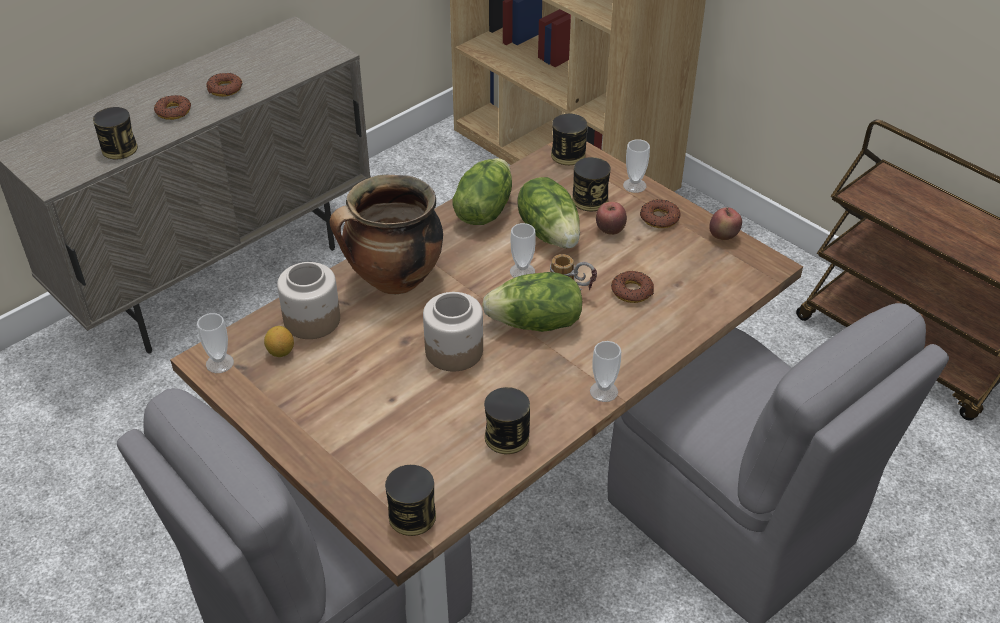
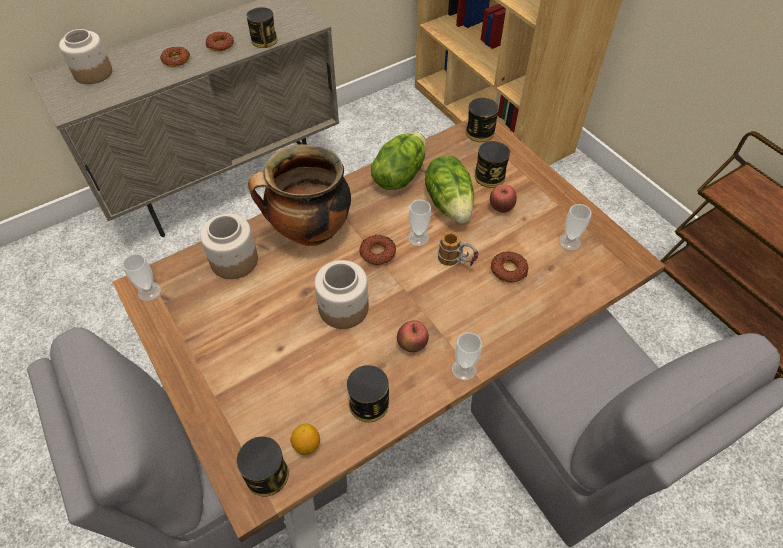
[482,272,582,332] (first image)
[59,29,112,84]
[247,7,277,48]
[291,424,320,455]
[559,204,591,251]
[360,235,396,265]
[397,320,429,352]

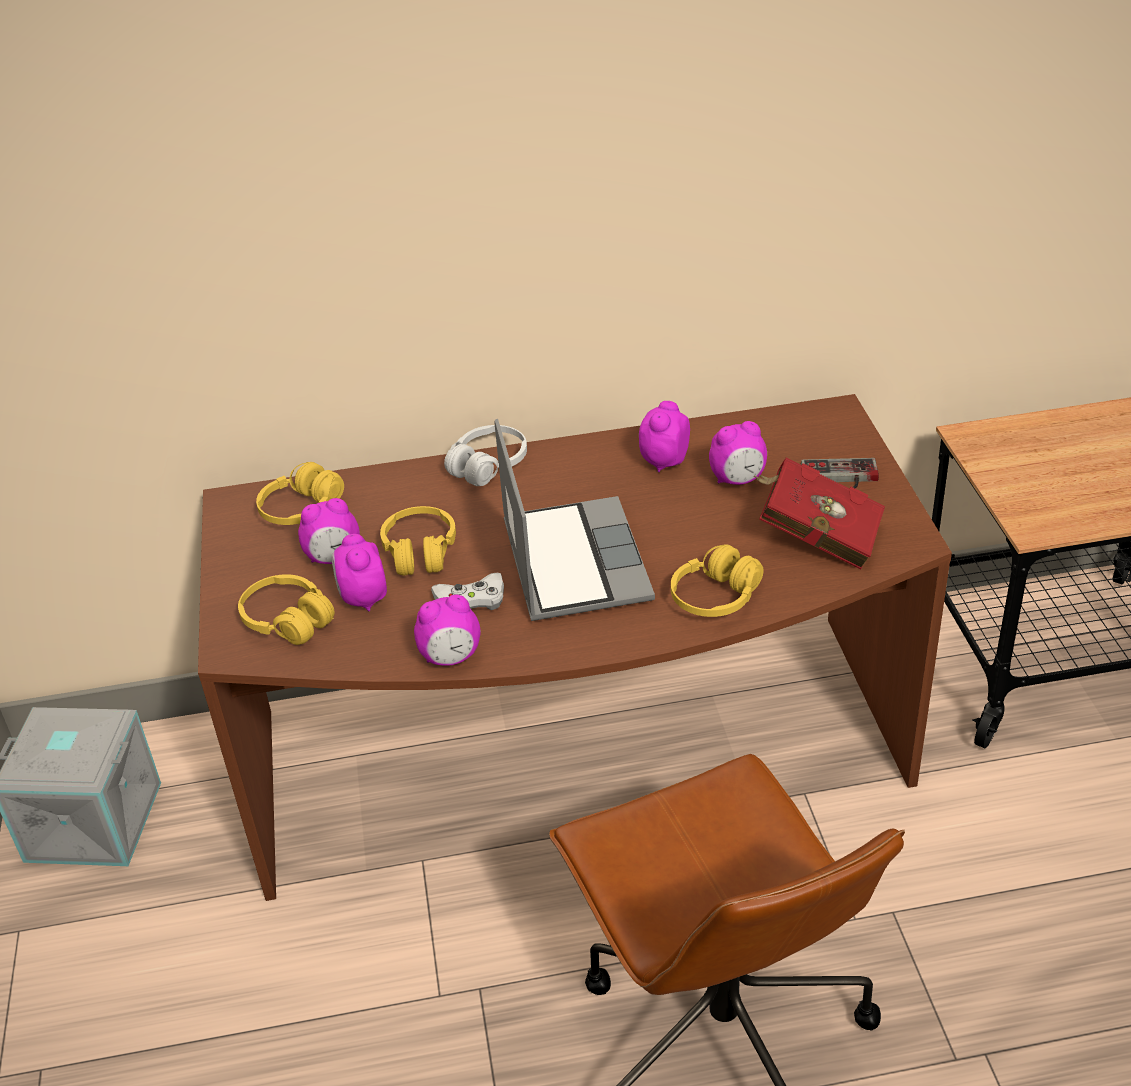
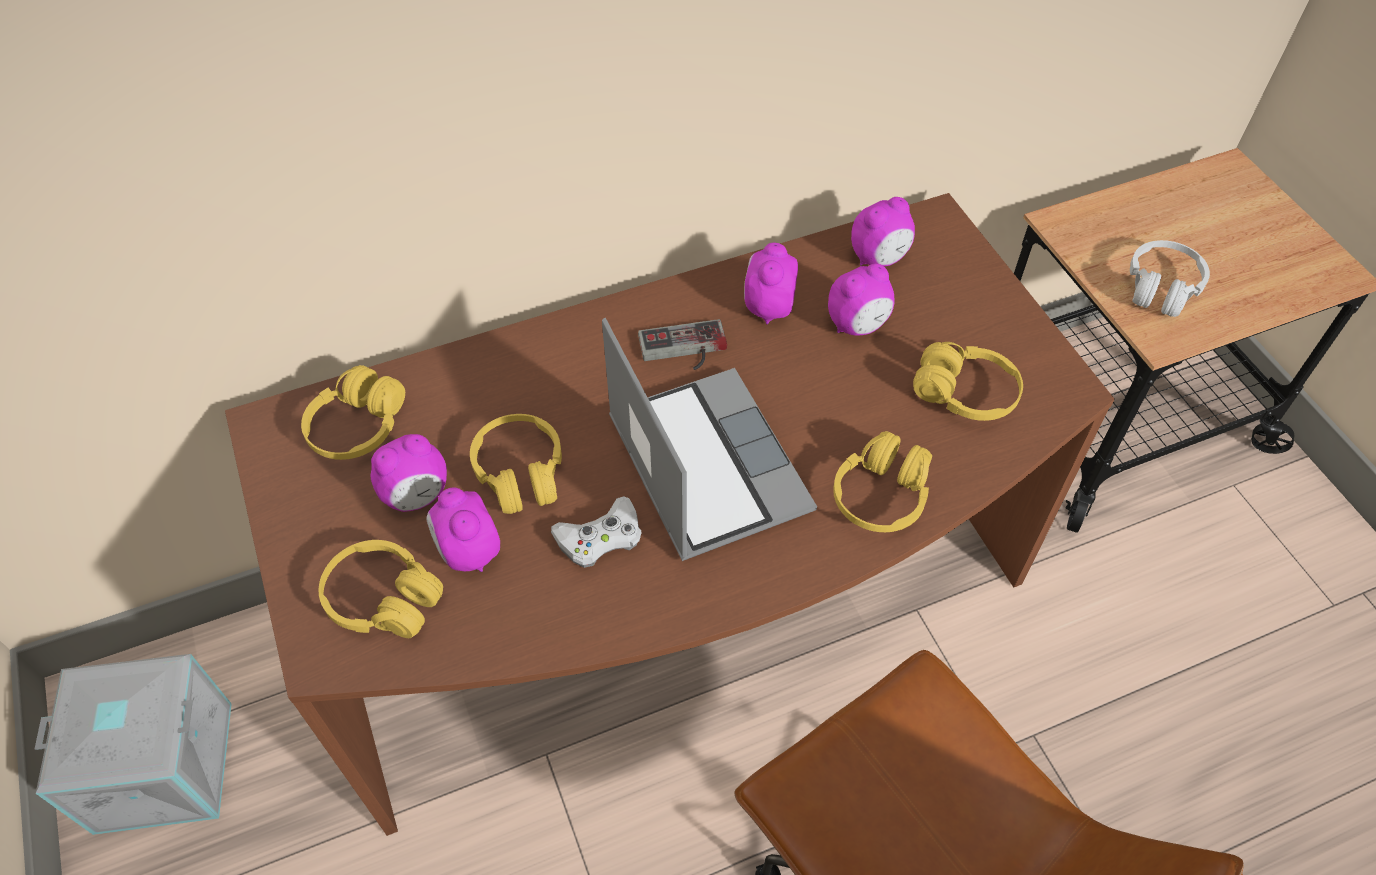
[851,197,915,266]
[1130,240,1210,317]
[638,319,727,370]
[913,342,1023,421]

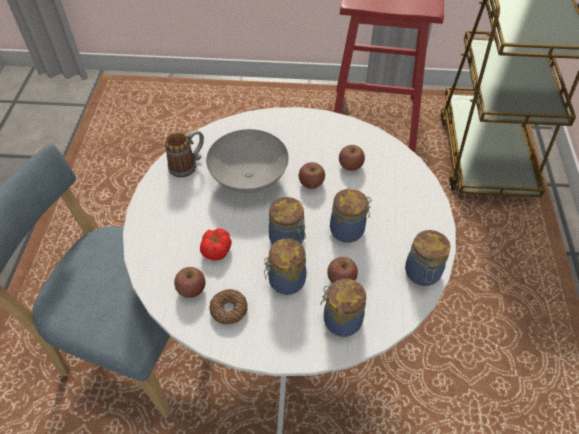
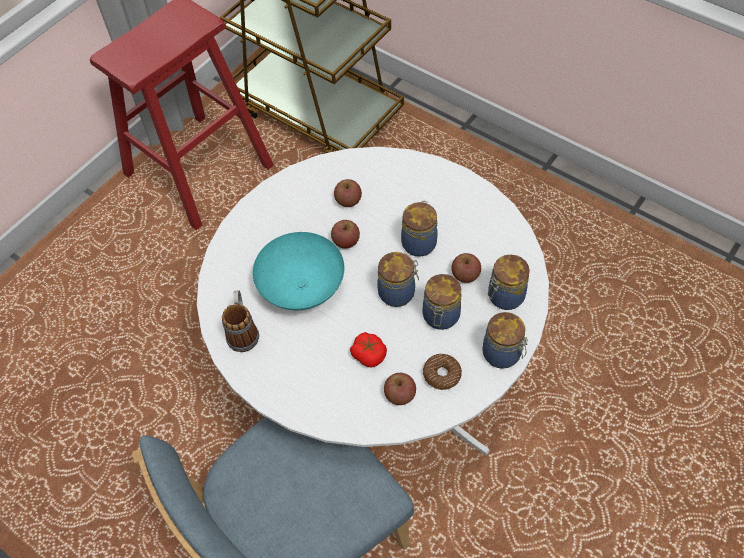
[482,312,528,369]
[253,232,345,310]

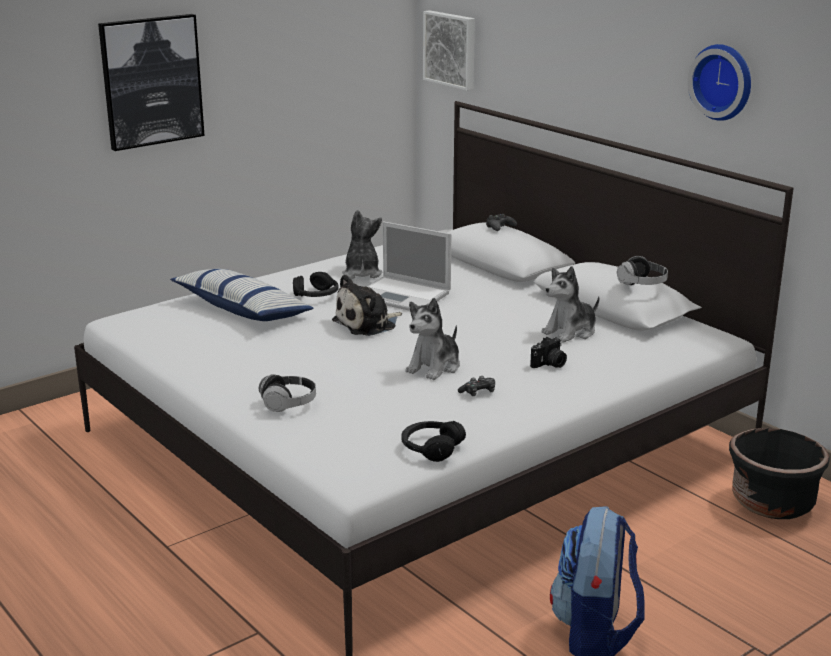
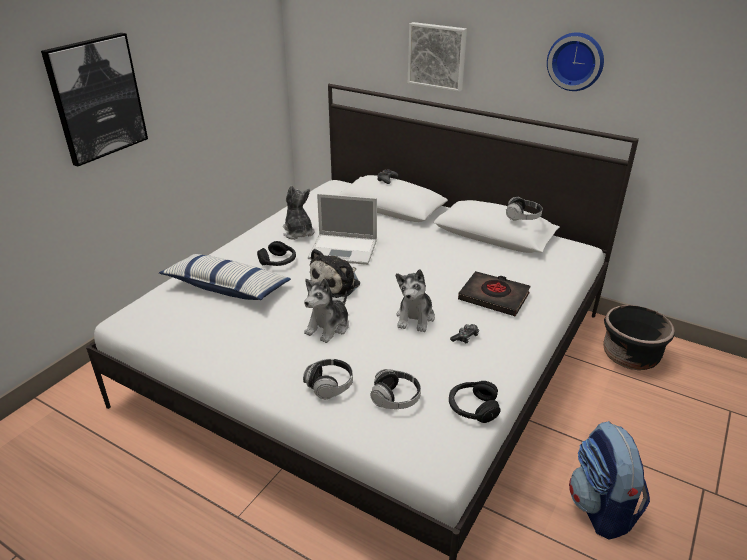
[371,369,421,409]
[408,22,467,92]
[304,279,349,343]
[458,271,530,317]

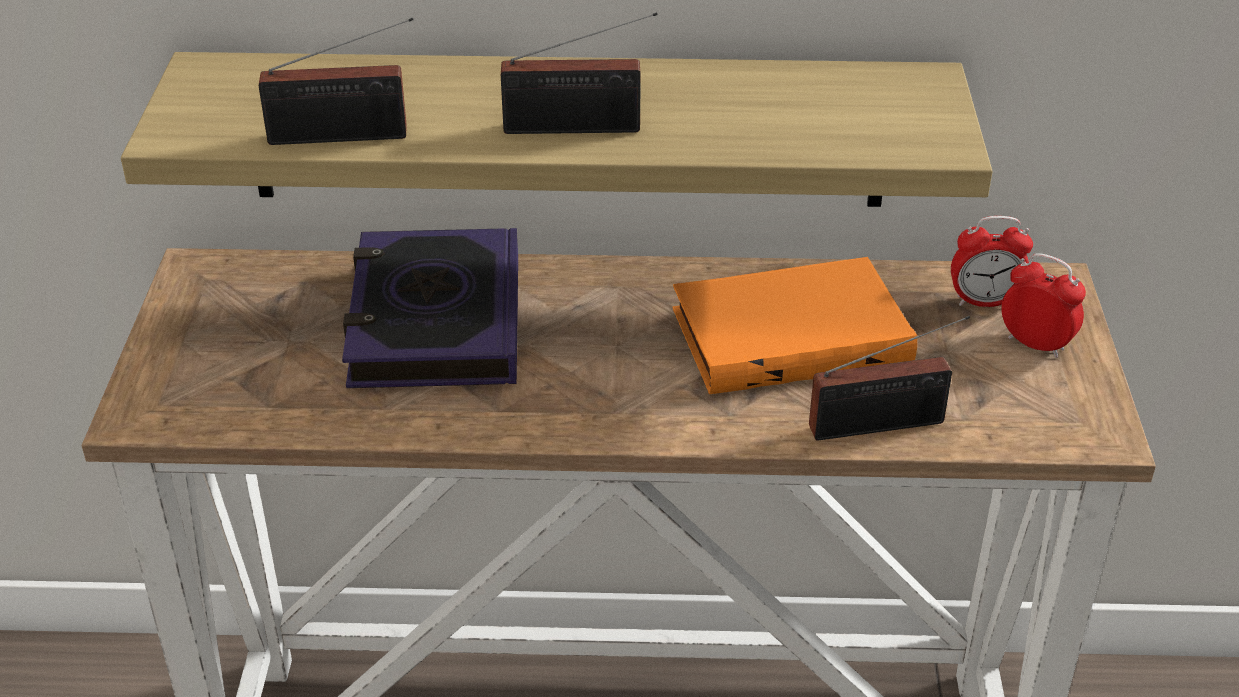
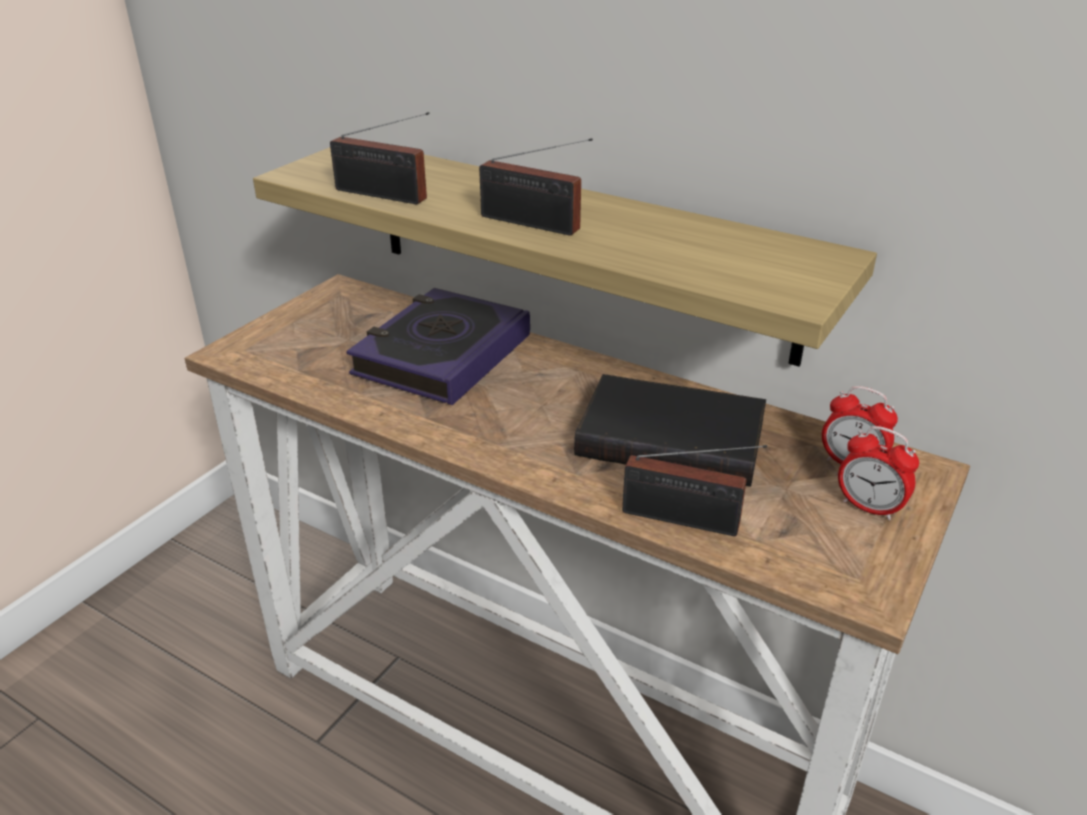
[574,374,766,487]
[838,426,919,520]

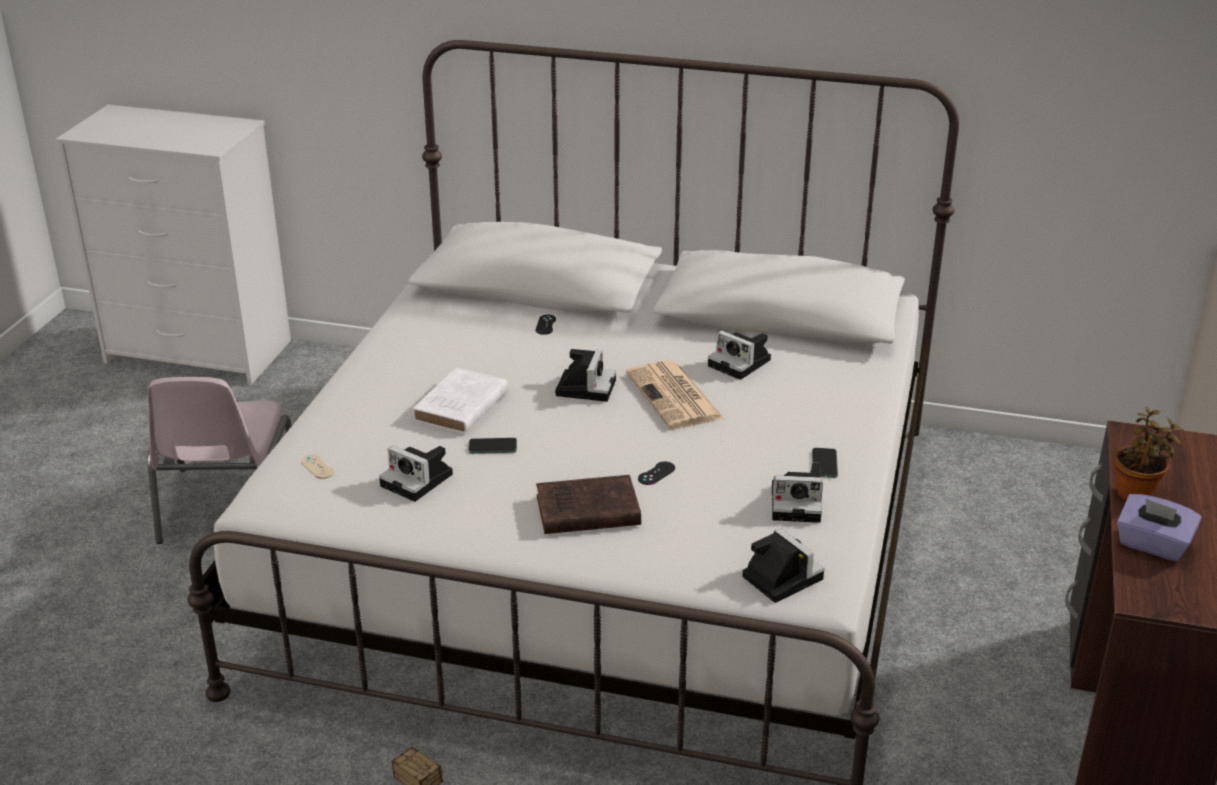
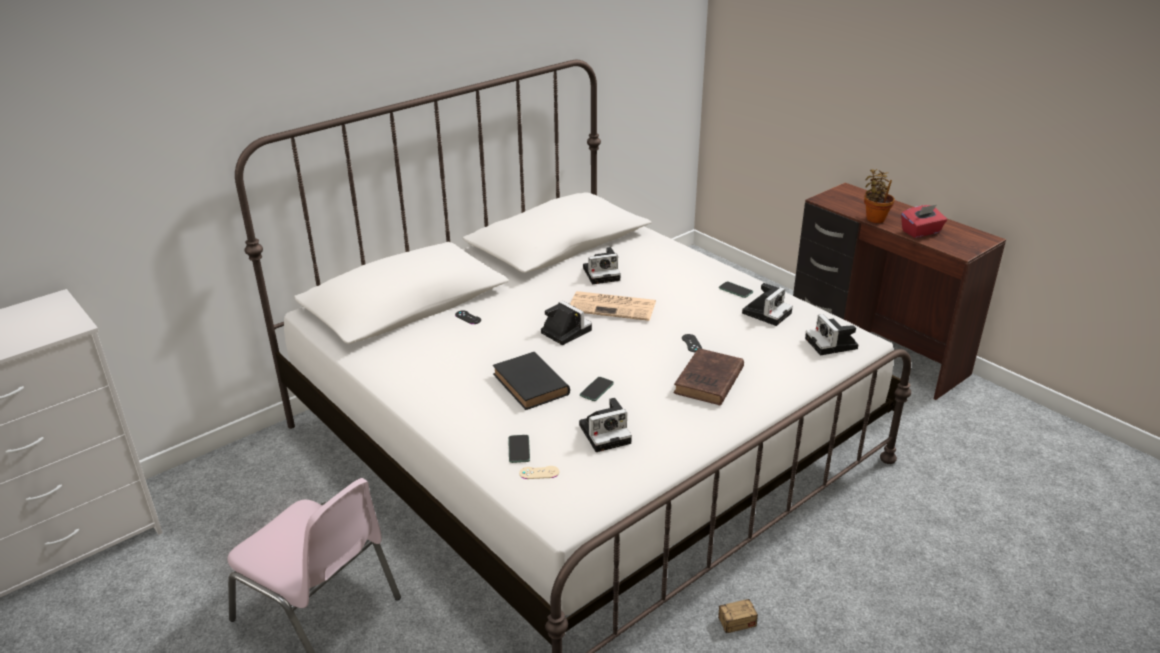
[508,435,530,463]
[493,352,570,410]
[901,205,947,238]
[805,314,859,355]

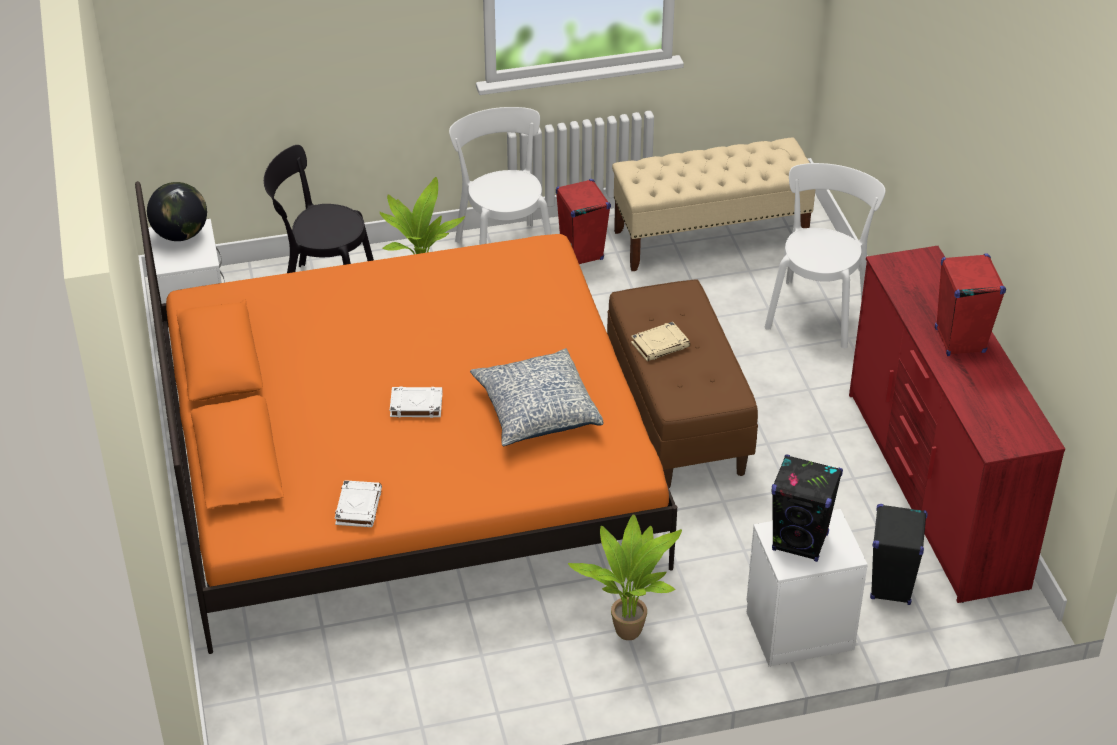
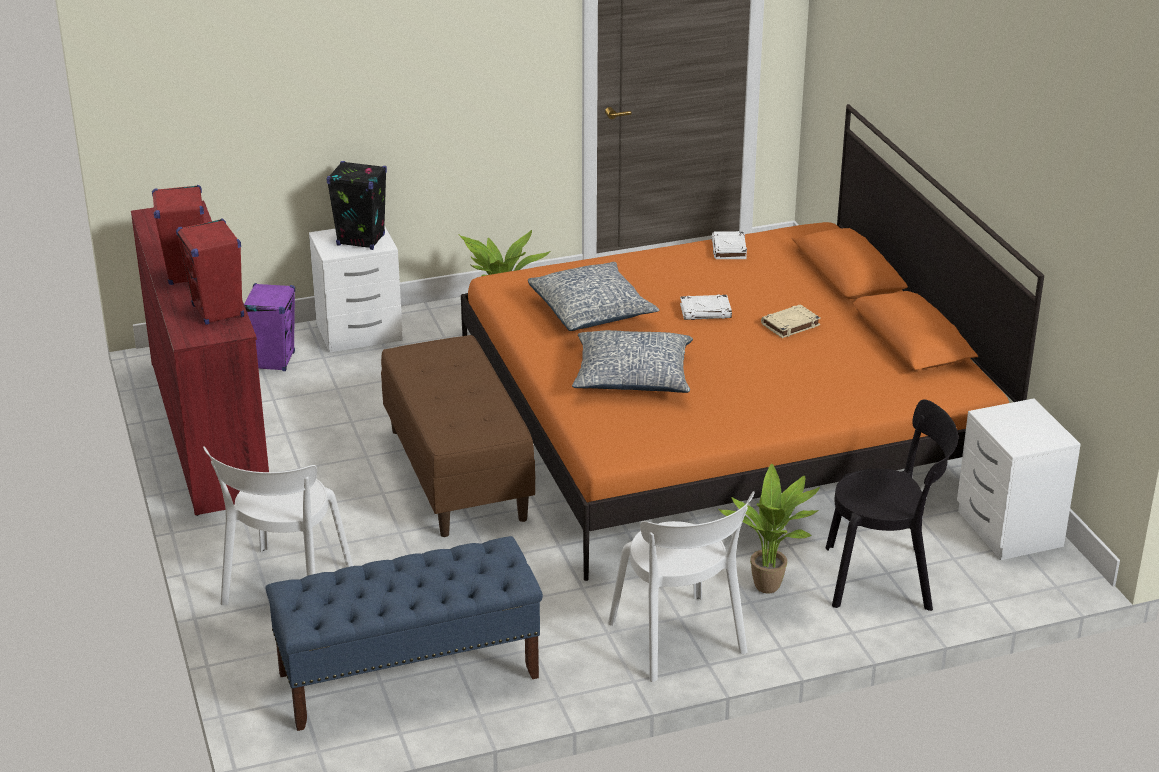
[147,182,207,241] (first image)
[572,330,693,393]
[176,218,244,325]
[761,304,821,338]
[266,536,543,731]
[244,283,295,371]

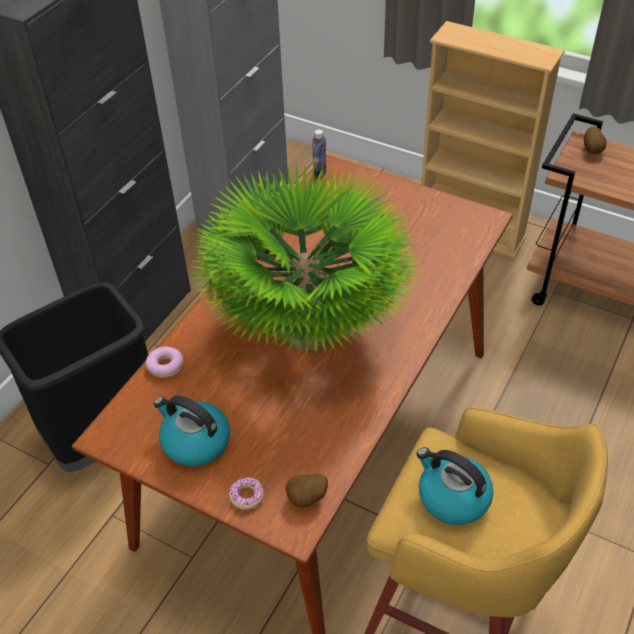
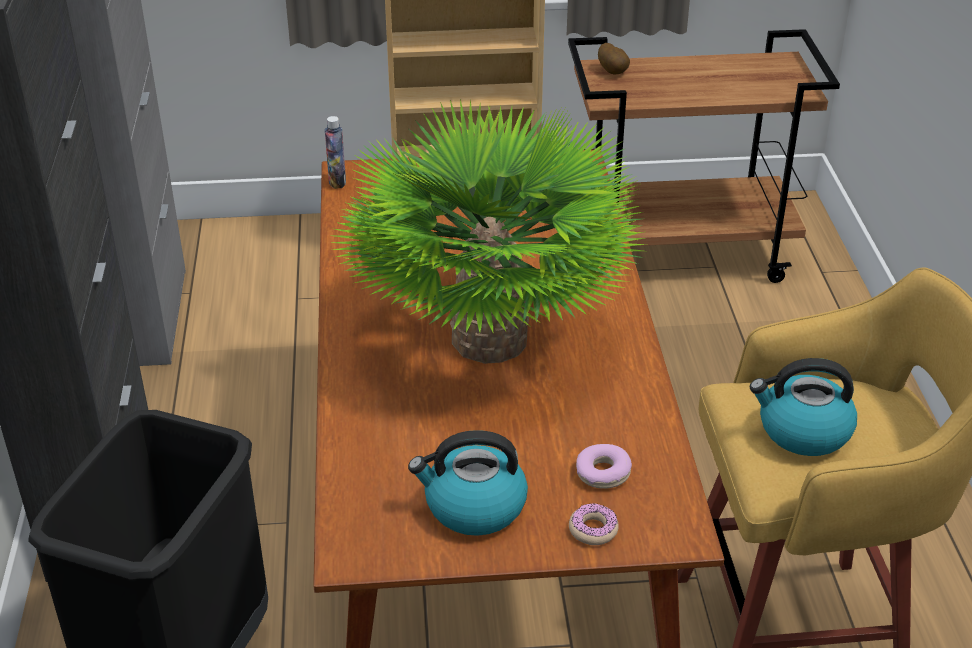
[286,474,328,508] (first image)
[576,444,632,489]

